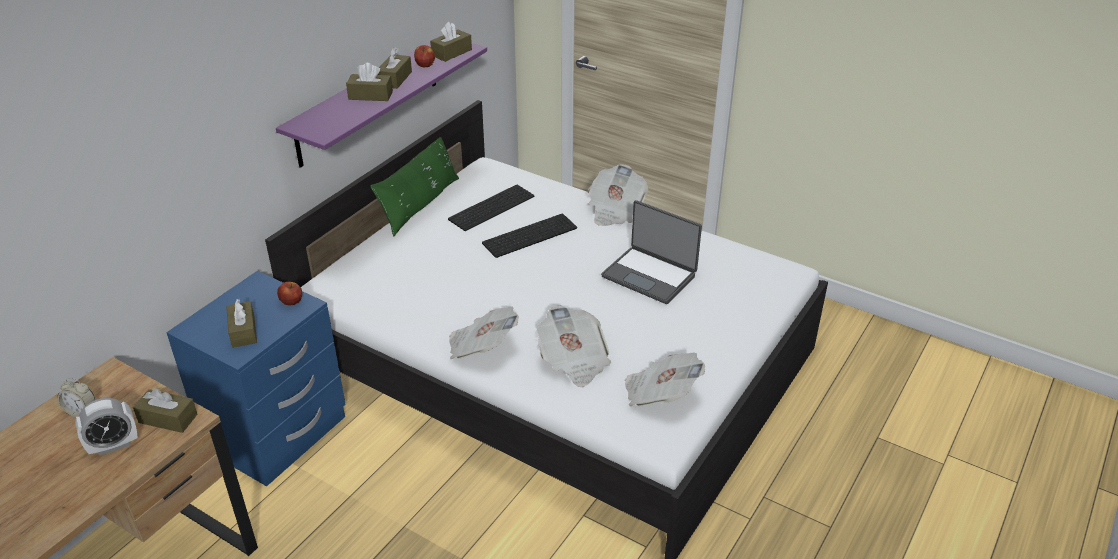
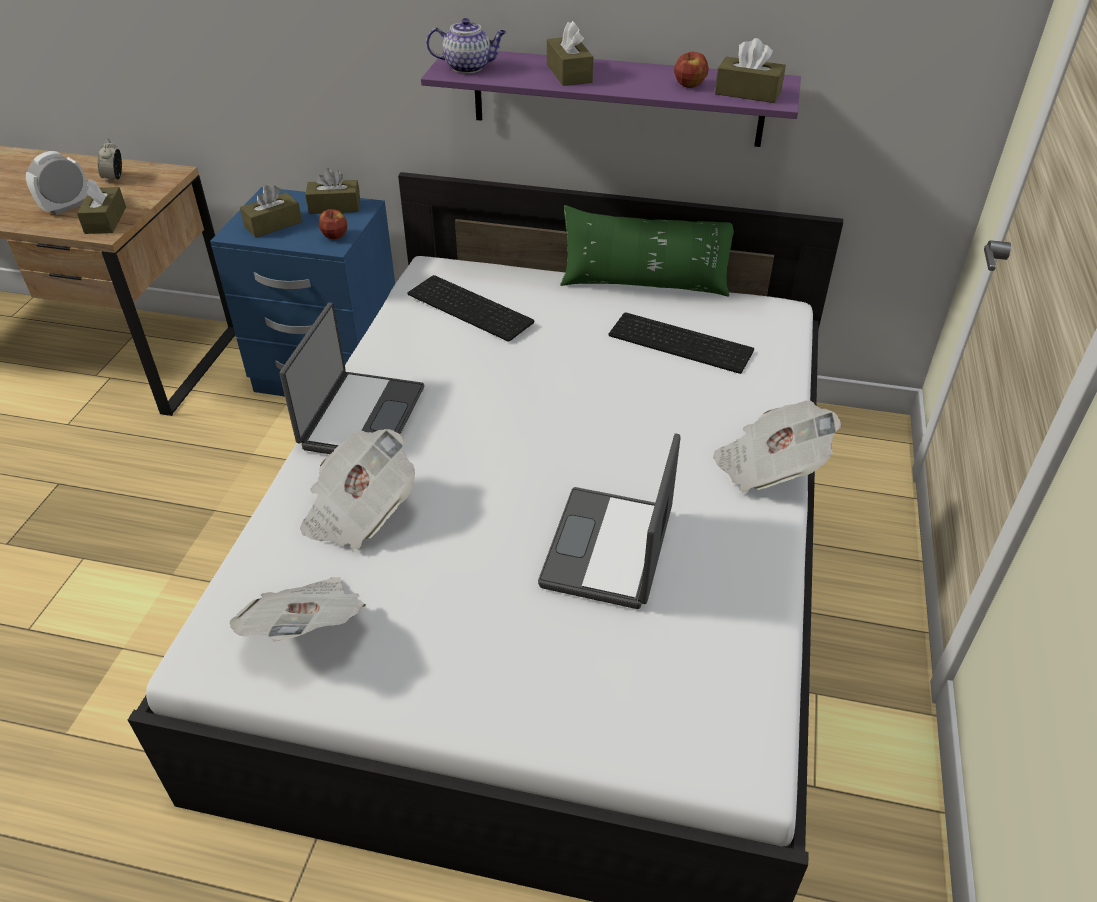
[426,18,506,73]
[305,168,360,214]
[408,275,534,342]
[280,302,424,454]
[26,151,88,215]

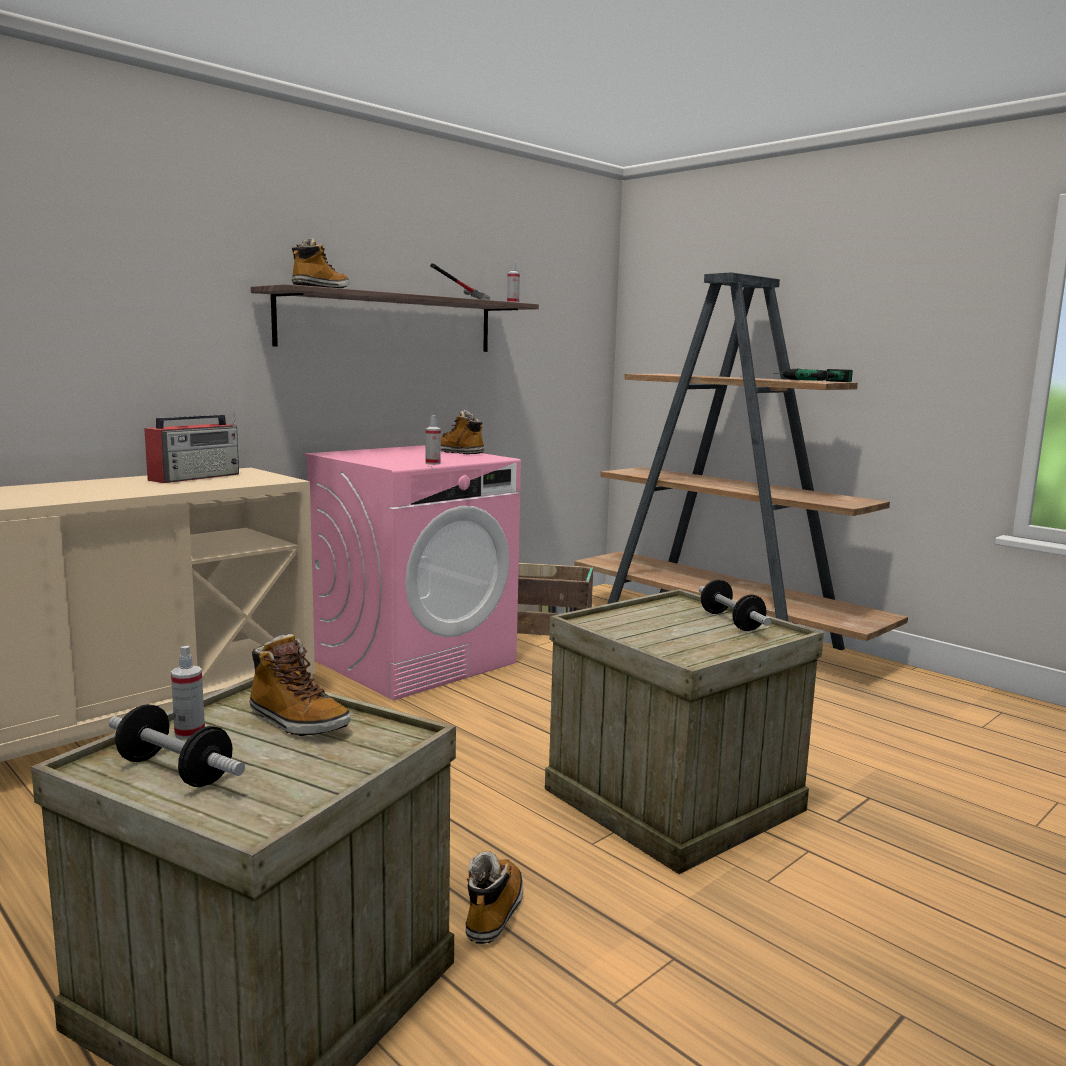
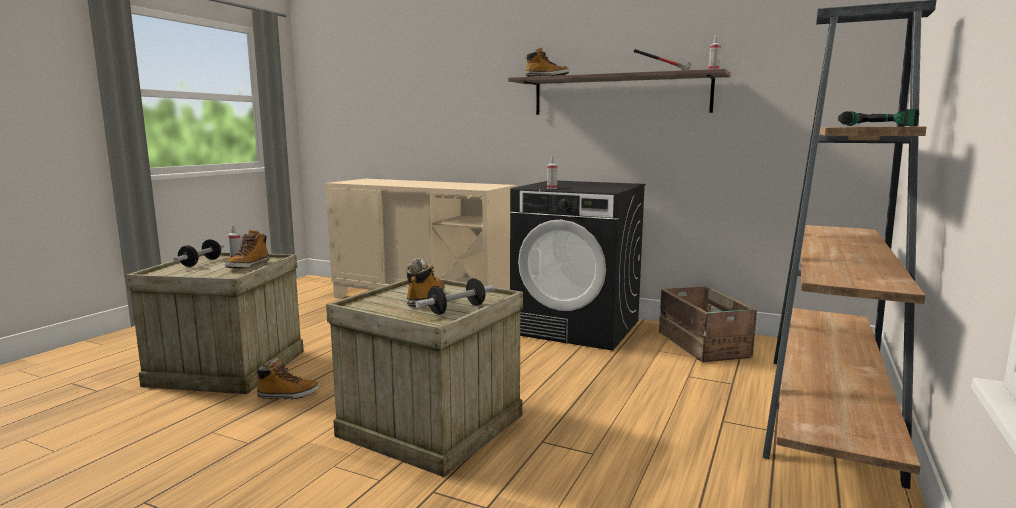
[144,412,239,483] (first image)
[407,258,445,307]
[510,181,645,351]

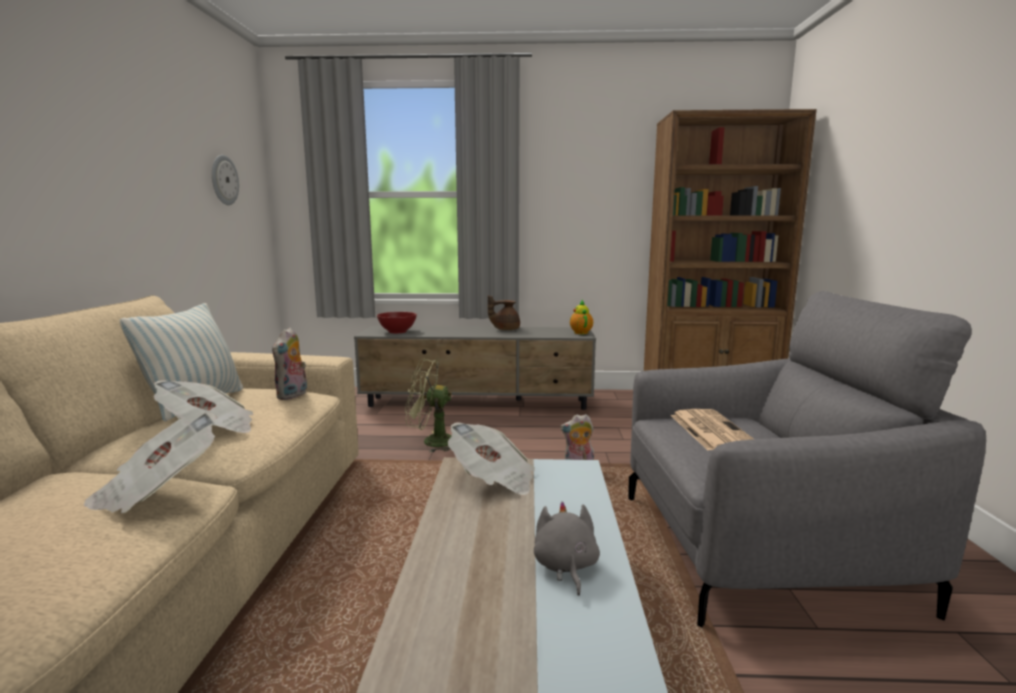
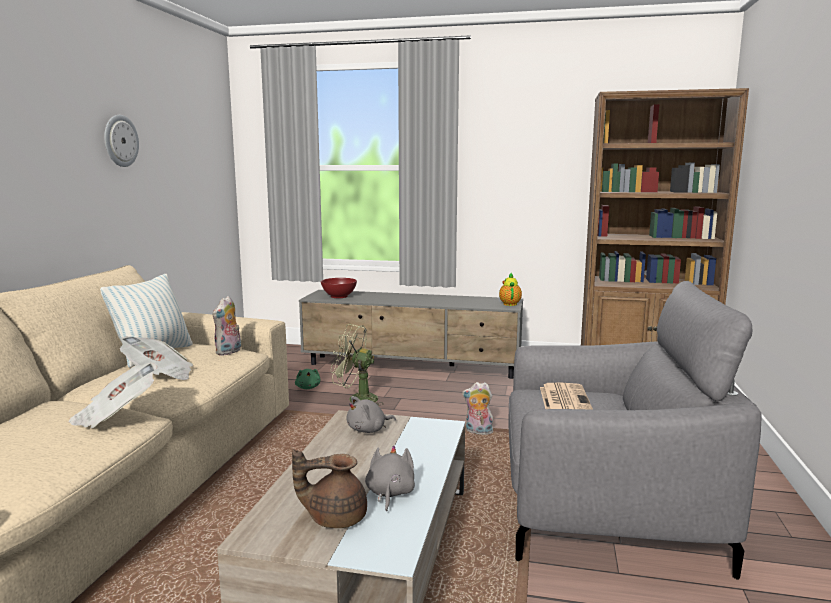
[295,369,321,389]
[104,115,139,167]
[292,449,367,528]
[347,396,396,433]

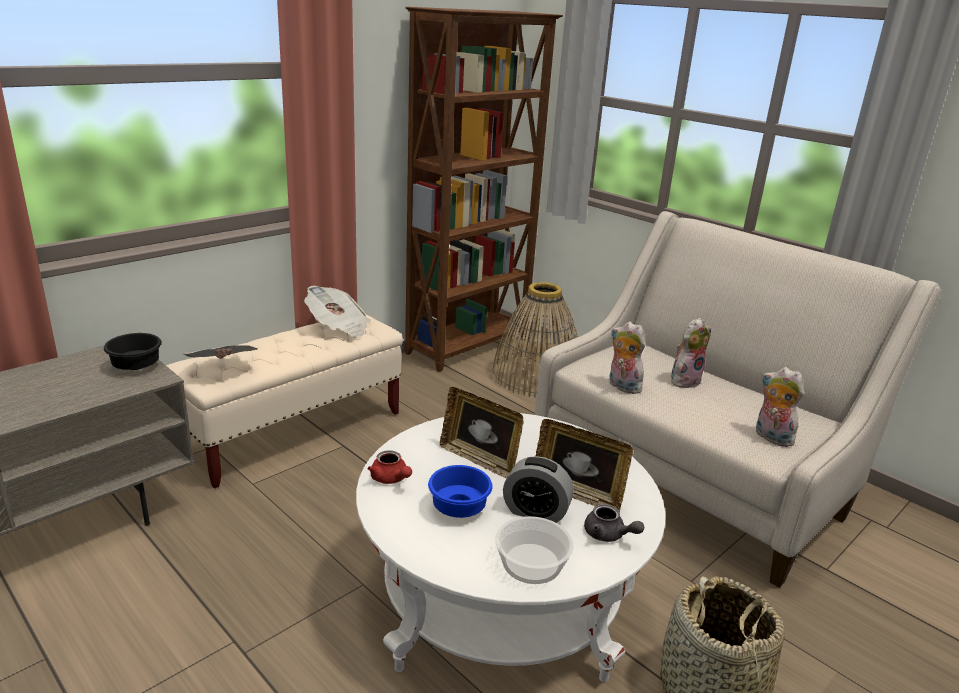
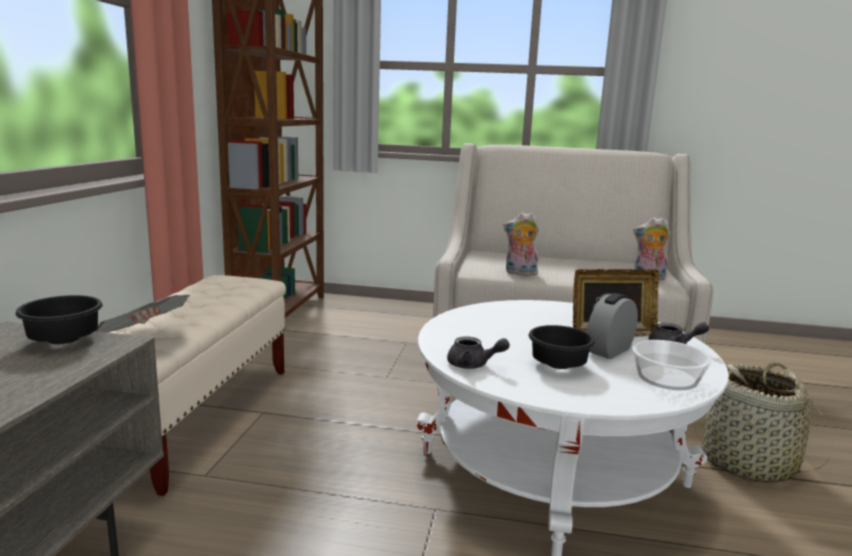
[304,285,371,338] (first image)
[440,387,523,479] (first image)
[492,282,578,397] (first image)
[671,318,711,388] (first image)
[447,336,510,369]
[529,325,595,369]
[587,293,638,359]

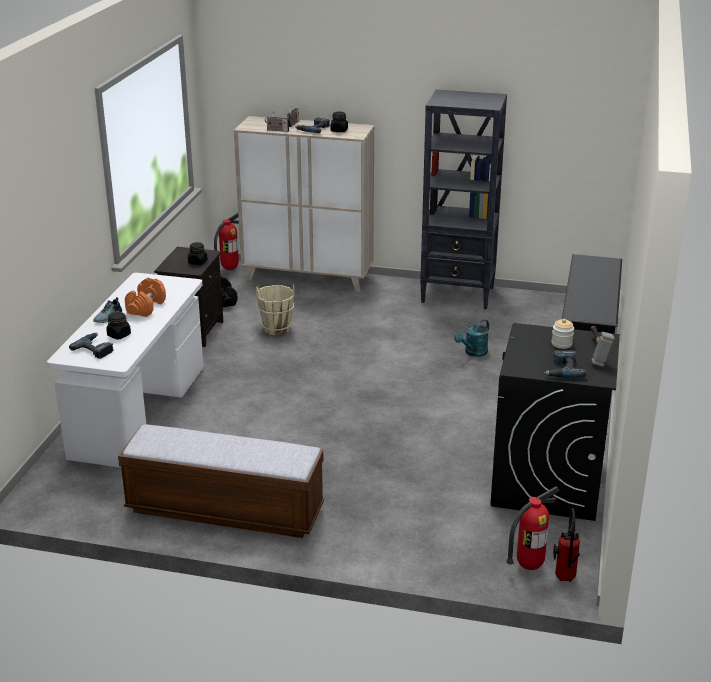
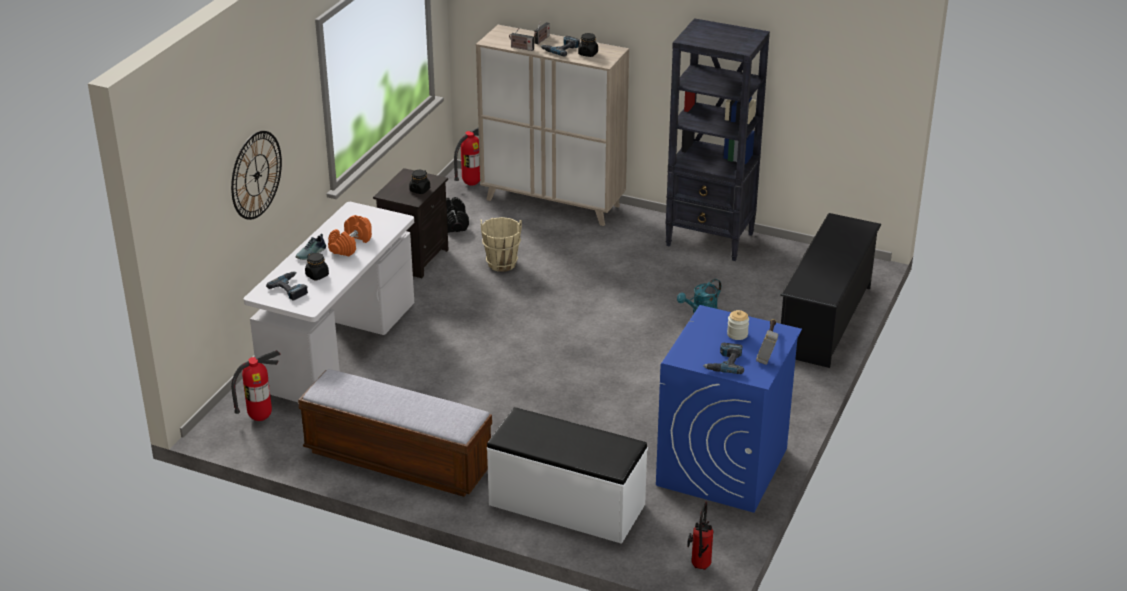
[231,131,282,220]
[487,407,648,544]
[231,350,281,421]
[656,305,802,513]

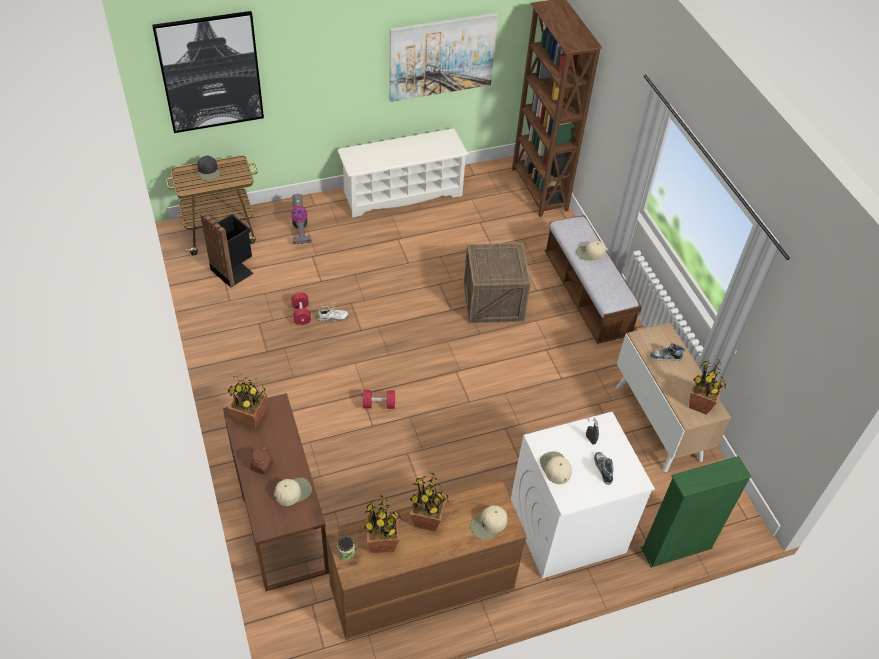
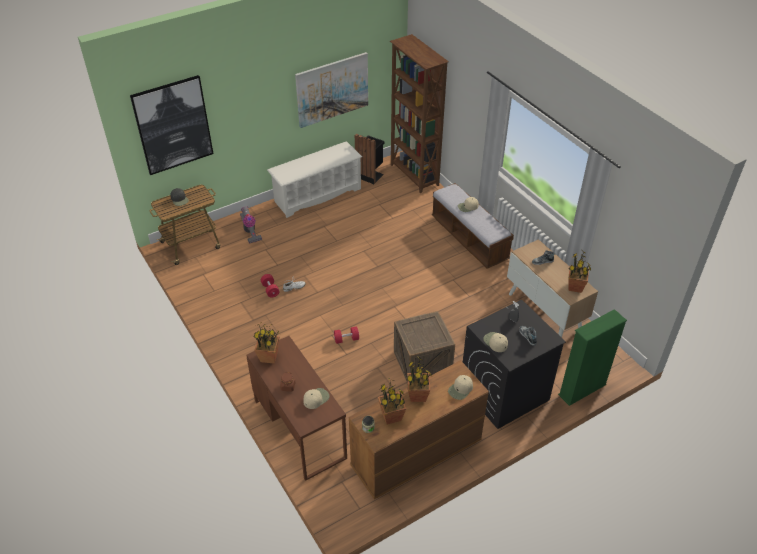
[355,134,385,184]
[394,311,455,383]
[463,300,566,429]

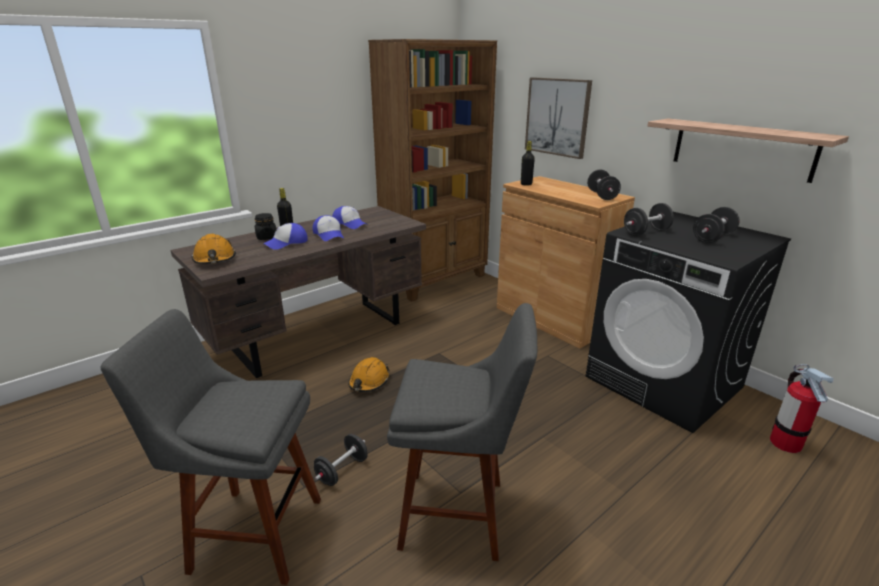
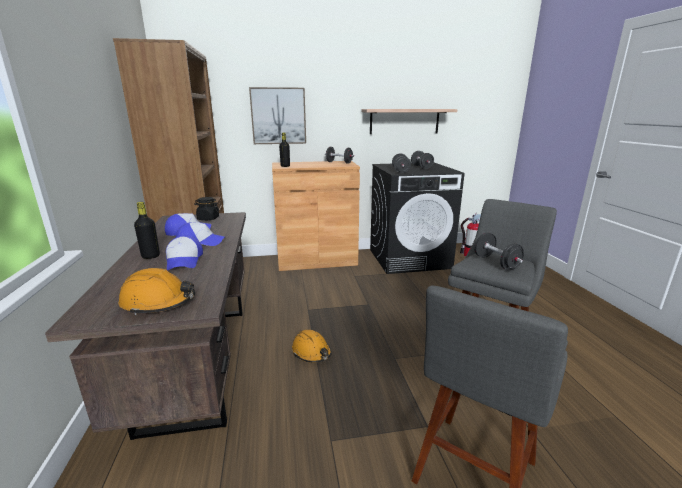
[194,197,219,220]
[474,232,524,271]

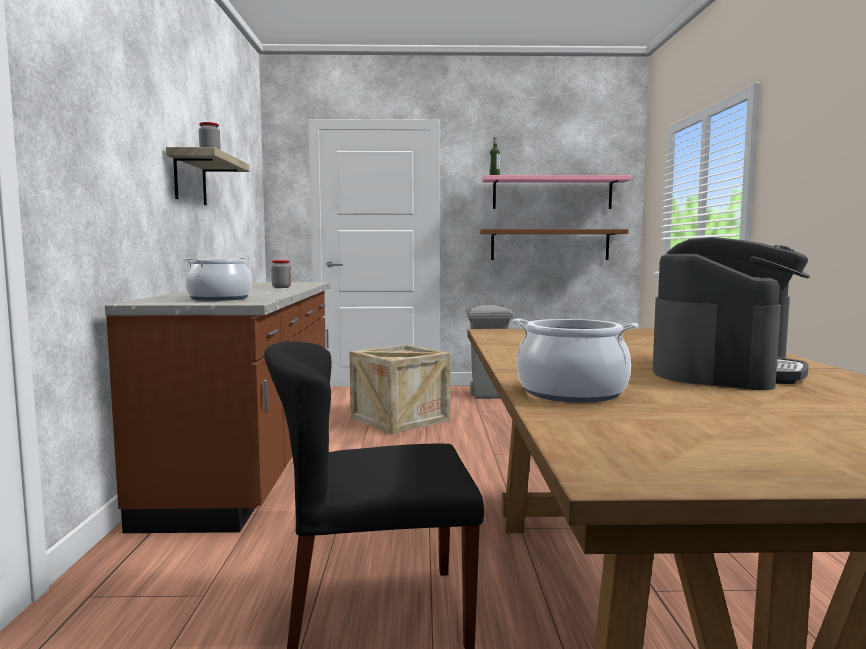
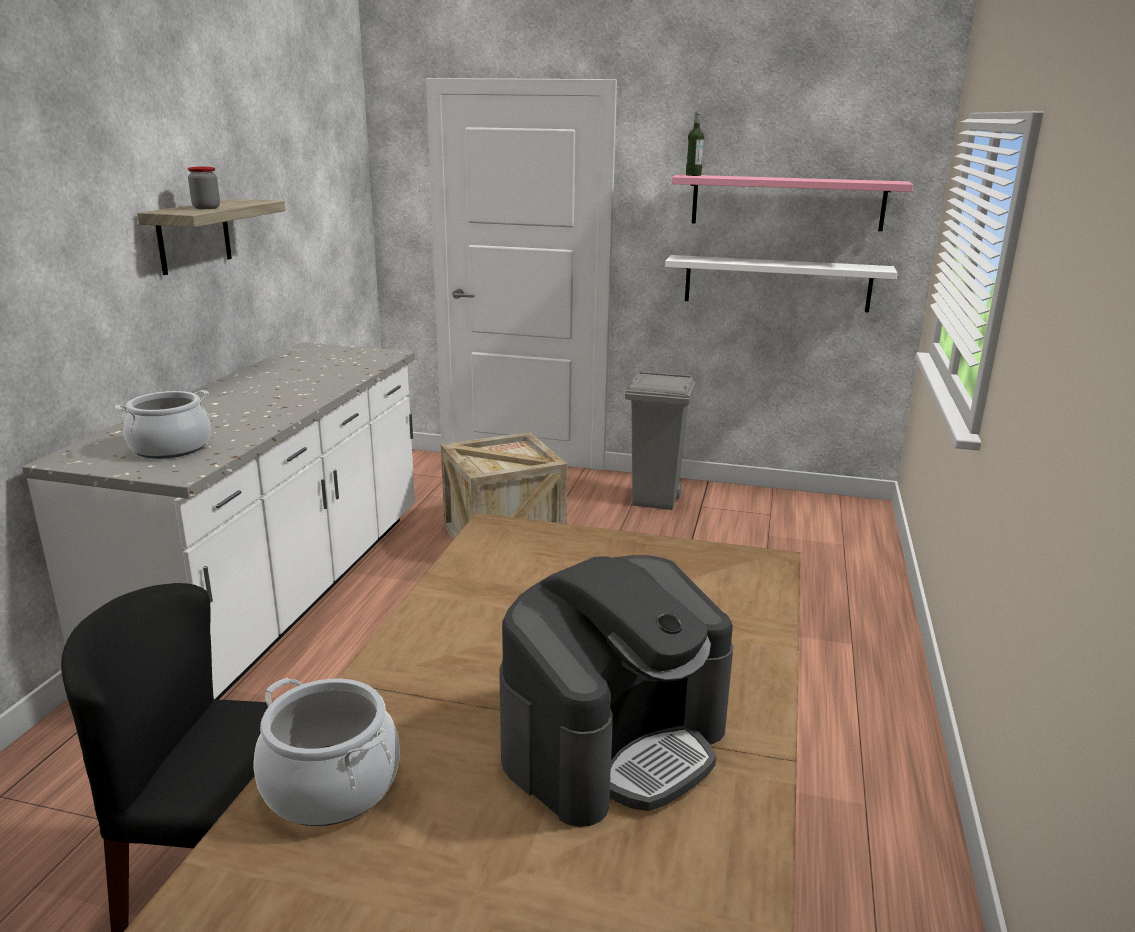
[271,260,291,288] (first image)
[22,342,415,700]
[665,255,897,313]

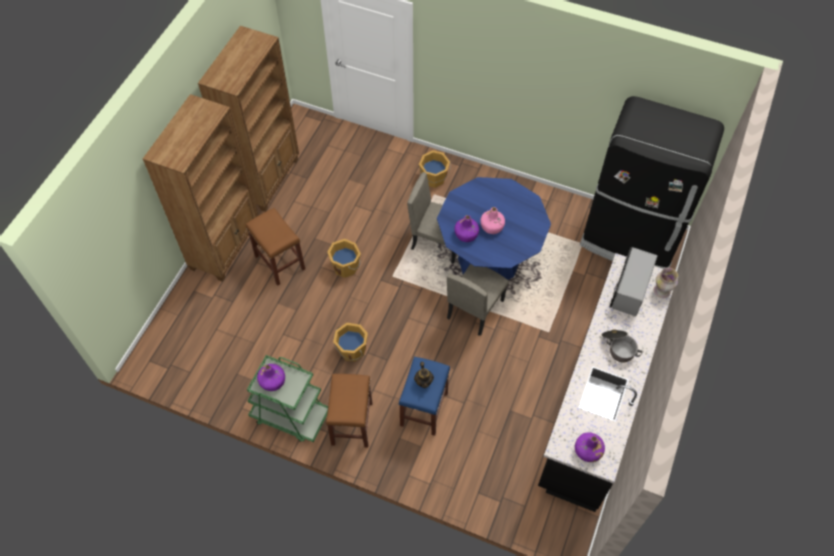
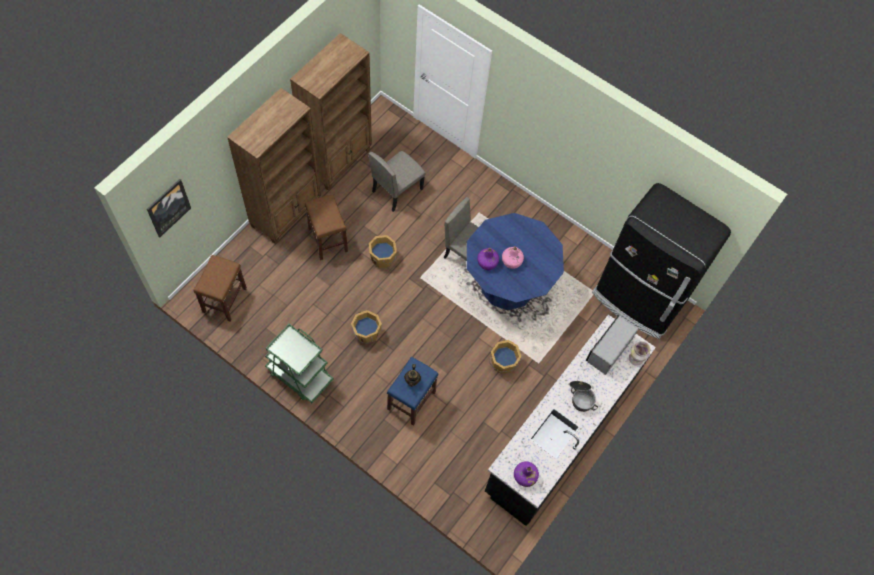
[257,364,285,391] (first image)
[147,179,191,237]
[193,255,247,322]
[489,340,523,374]
[369,151,426,212]

